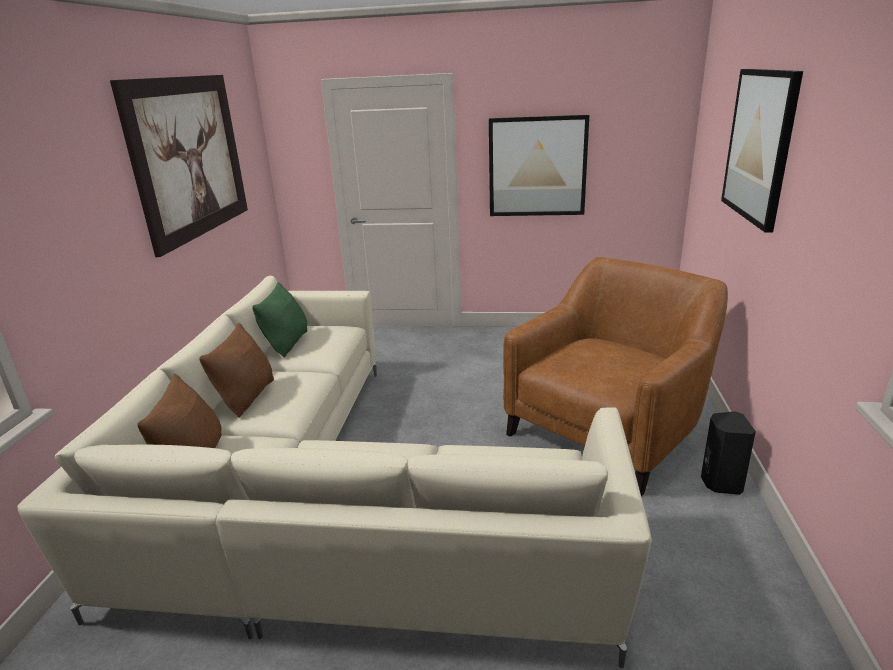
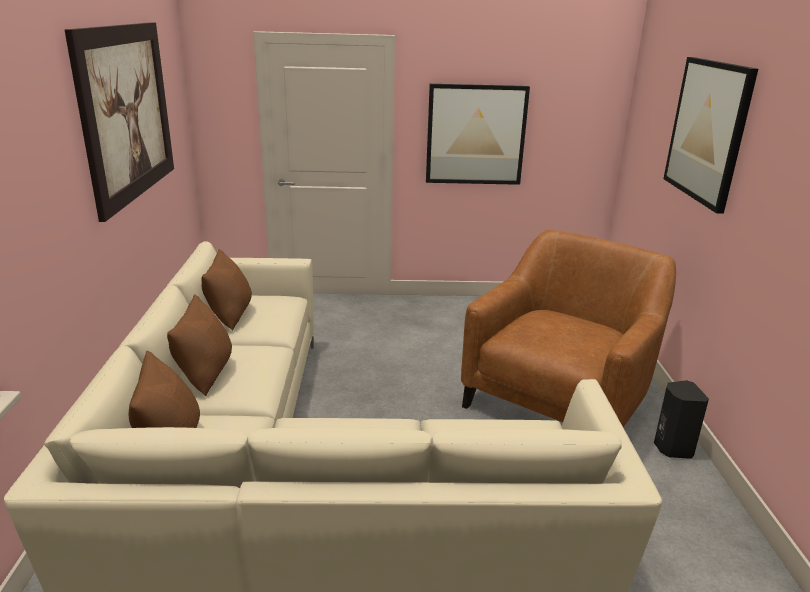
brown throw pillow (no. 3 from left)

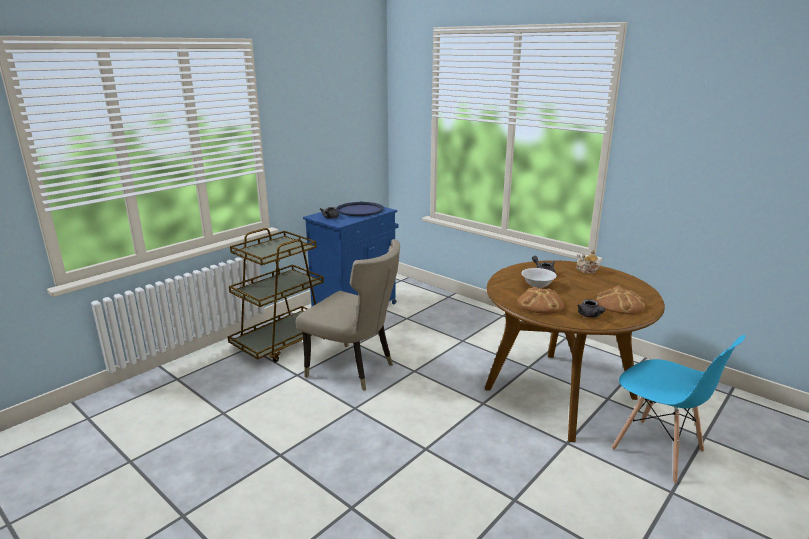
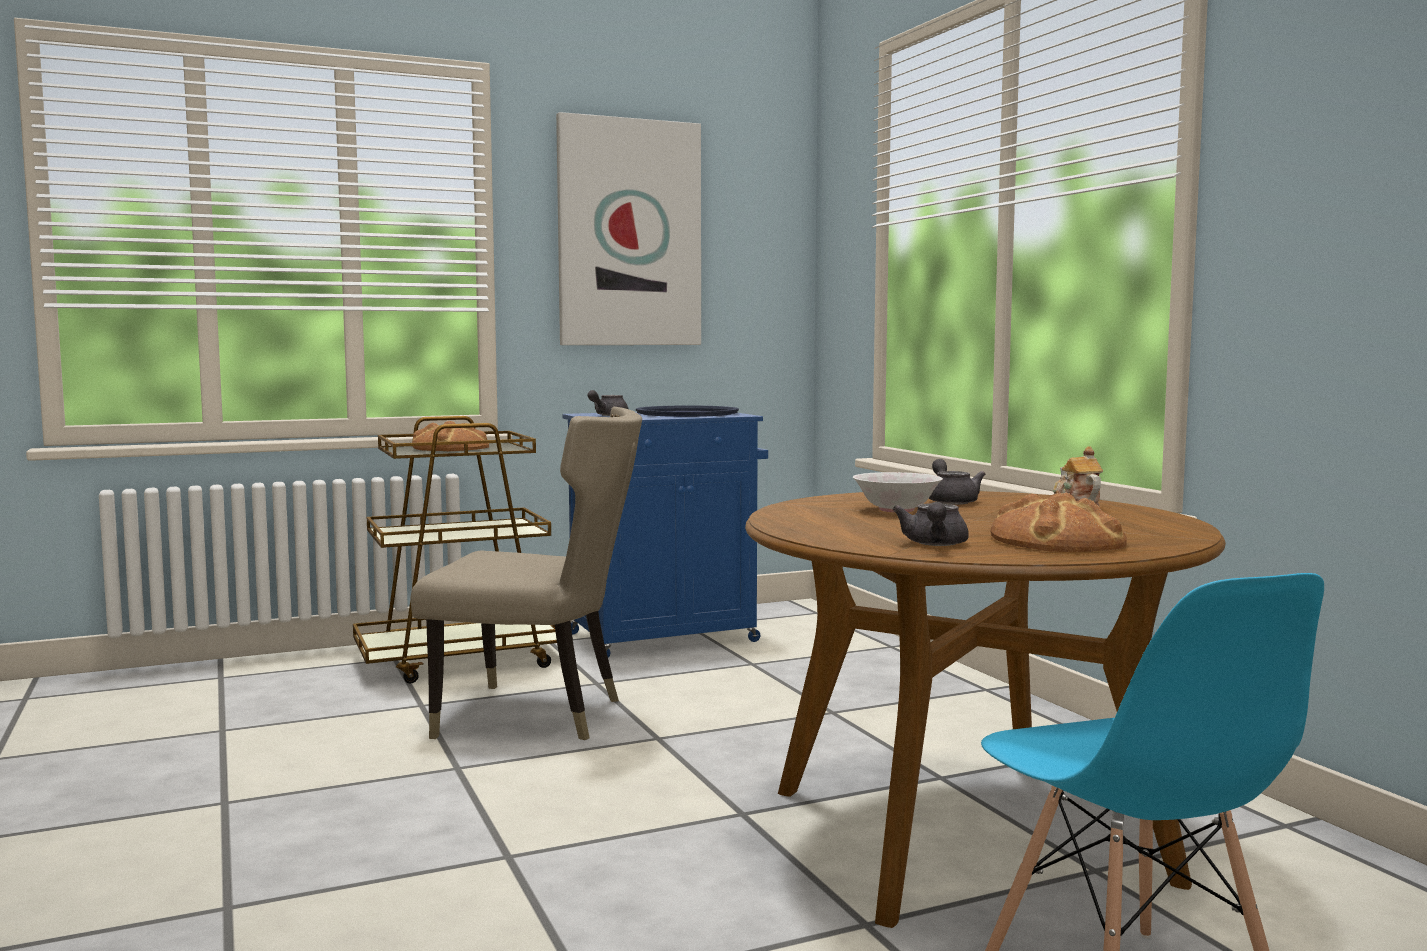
beige-coloured plain chair
bakery bread (no. 1 from left)
wall art

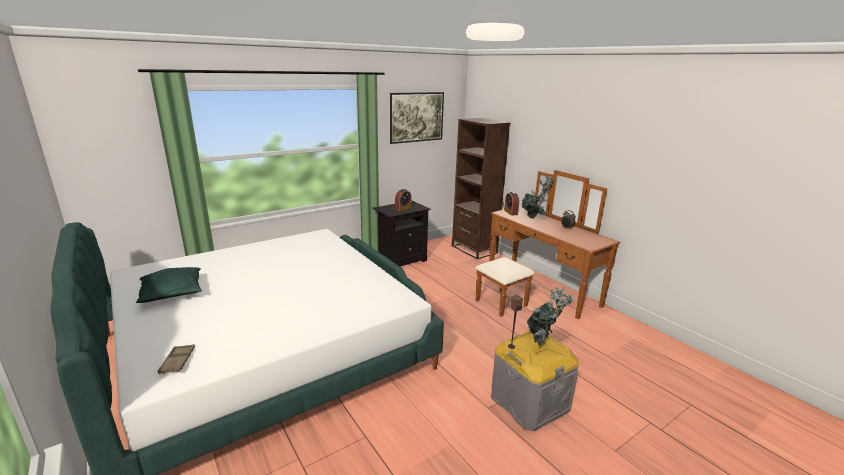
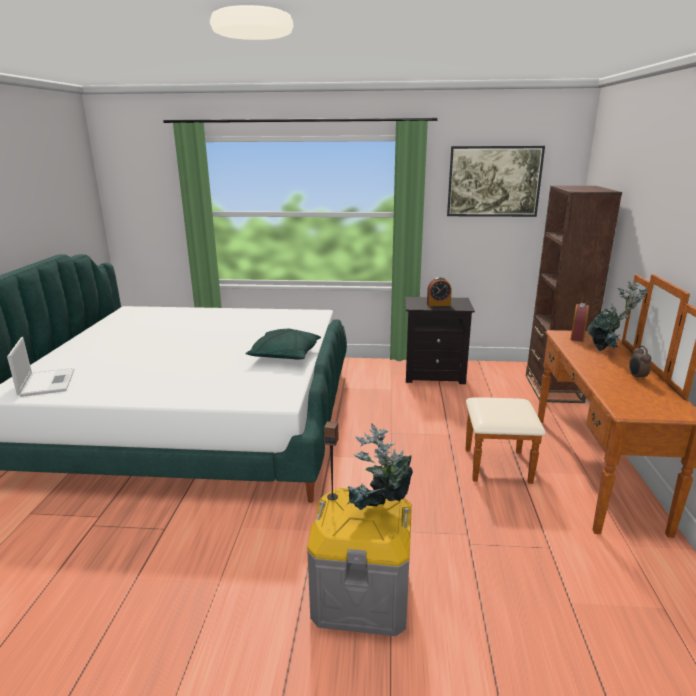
laptop
green throw pillow

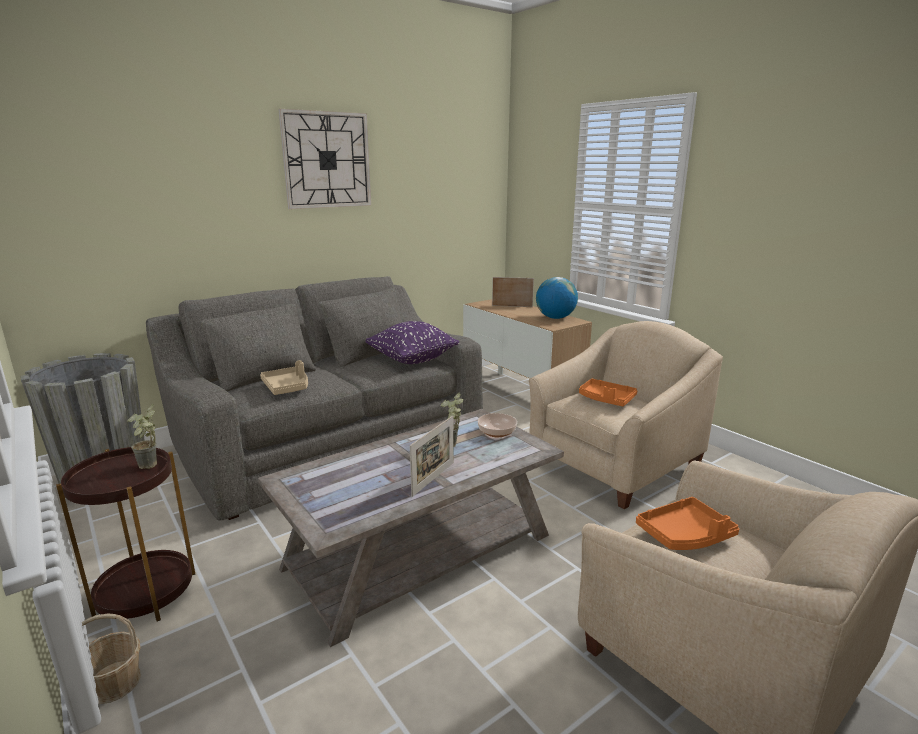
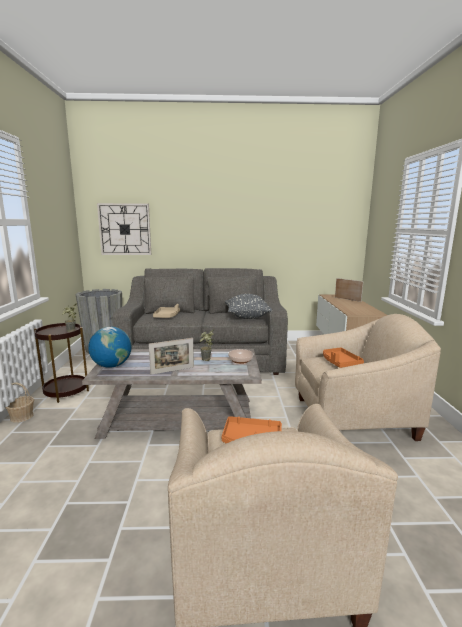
world globe
clock on the wall
gray throw pillow

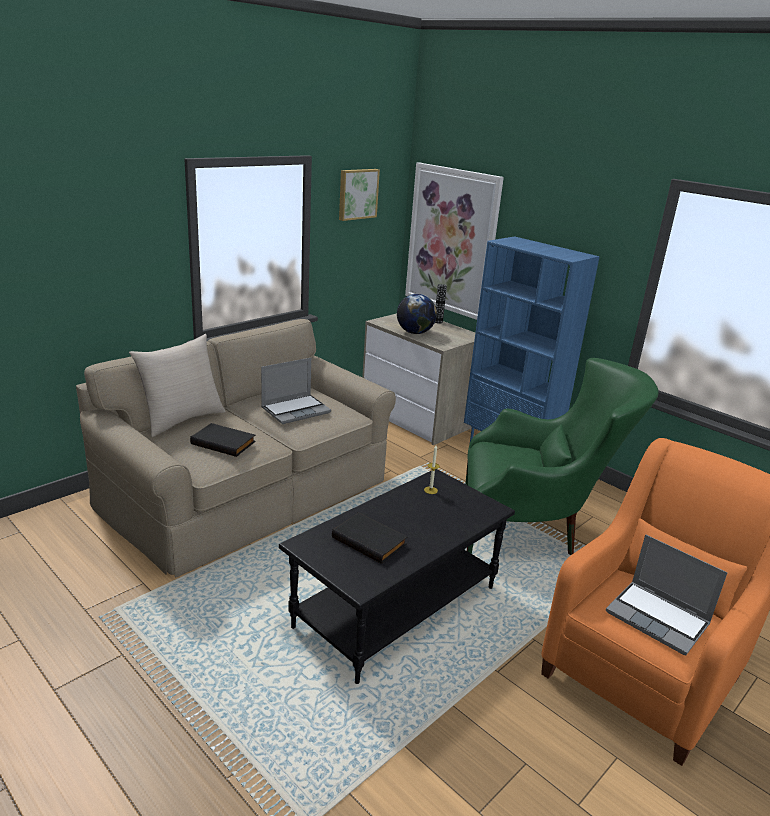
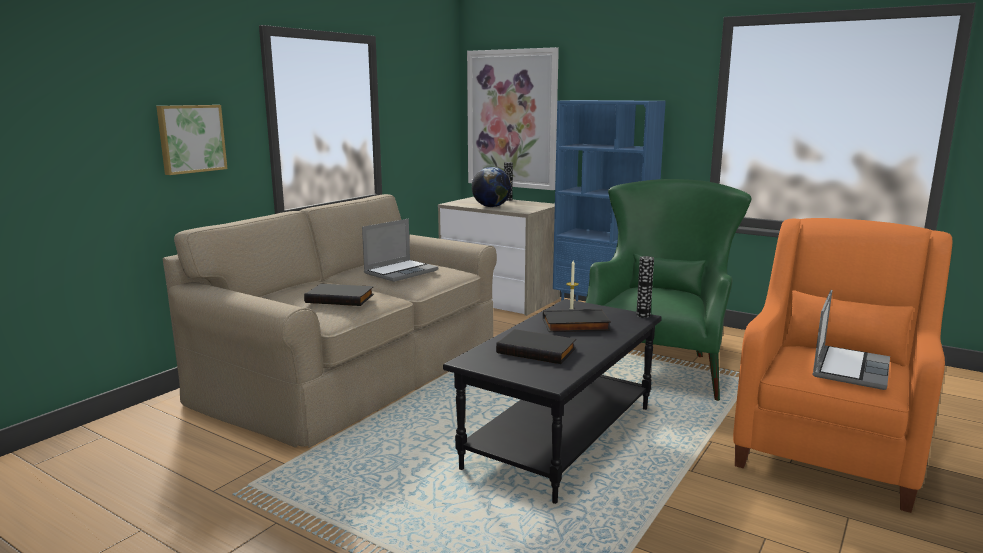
wall art (no. 1 from left)
black book (no. 3 from left)
green easy chair
flower vase (no. 2 from left)
laptop (no. 2 from left)
beige-coloured throw pillow

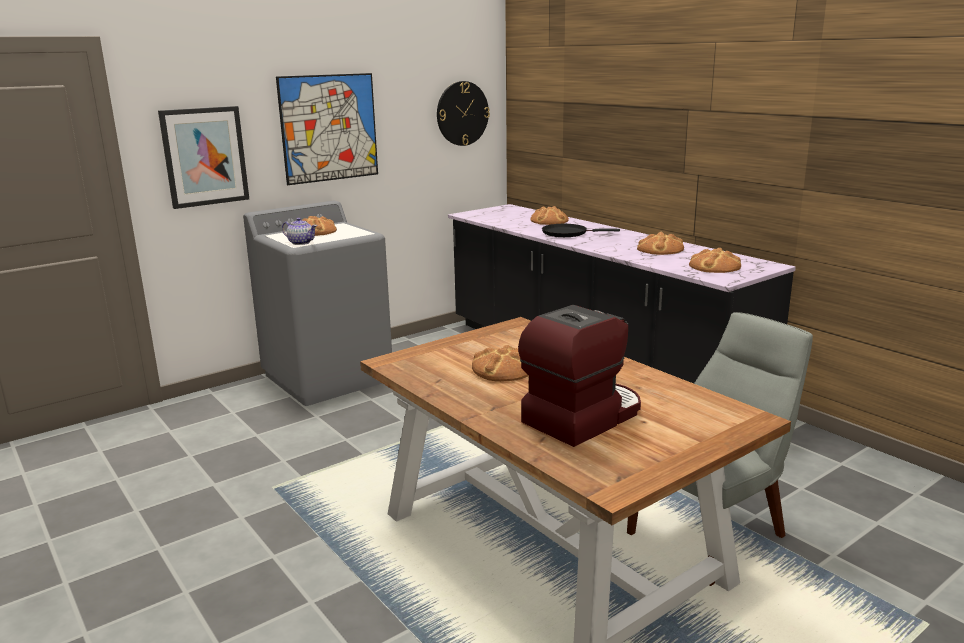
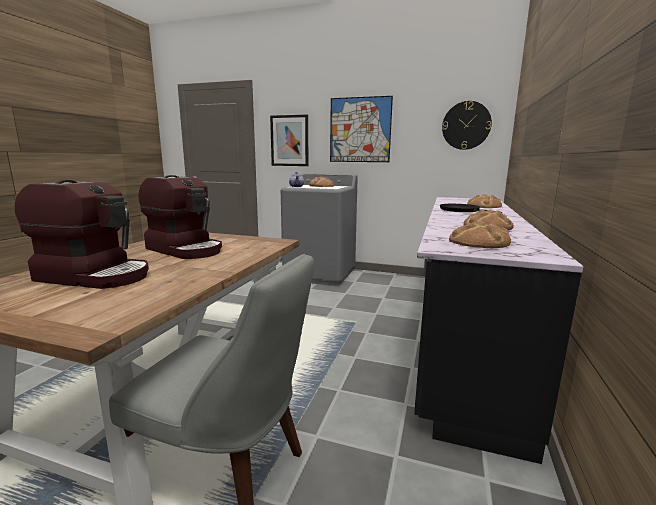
coffee machine (no. 2 from left)

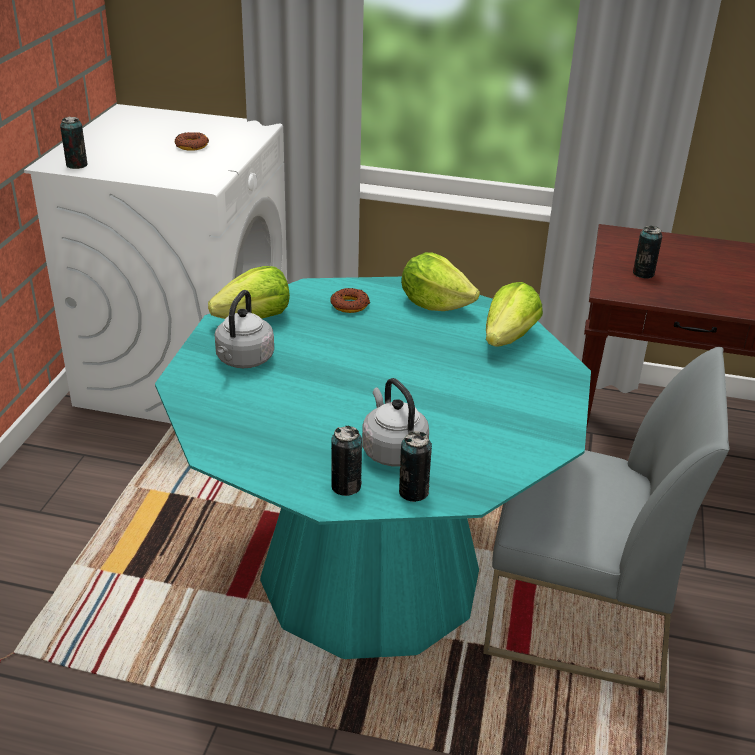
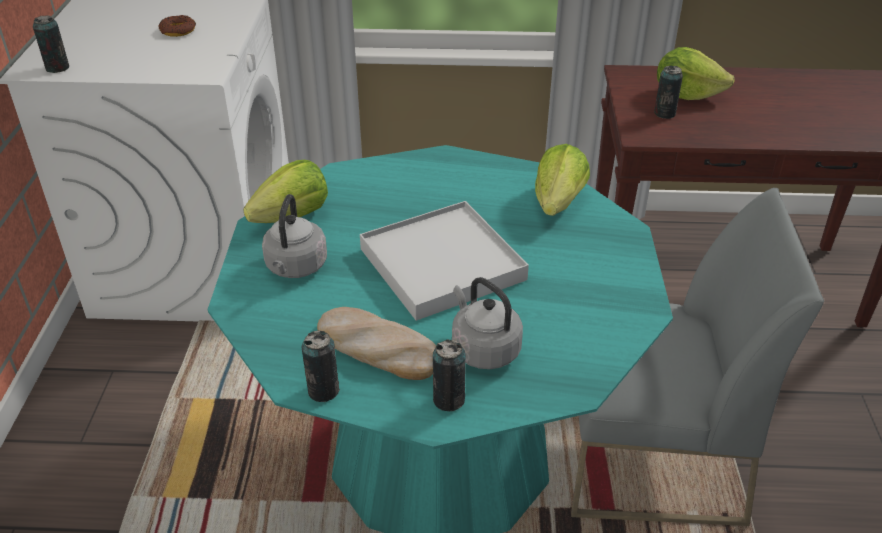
sealed can (no. 2 from left)
bakery bread
white tray
lettuce (no. 3 from left)
doughnut (no. 2 from left in the first image)

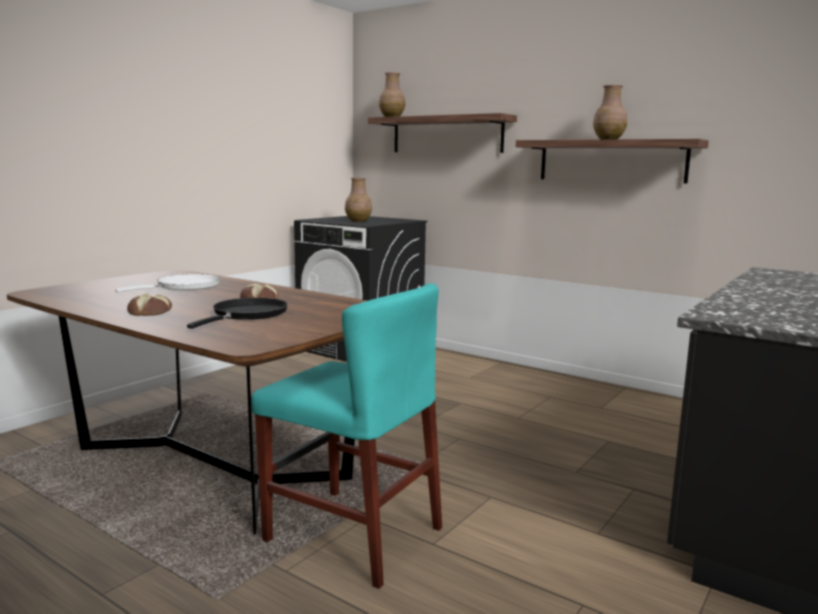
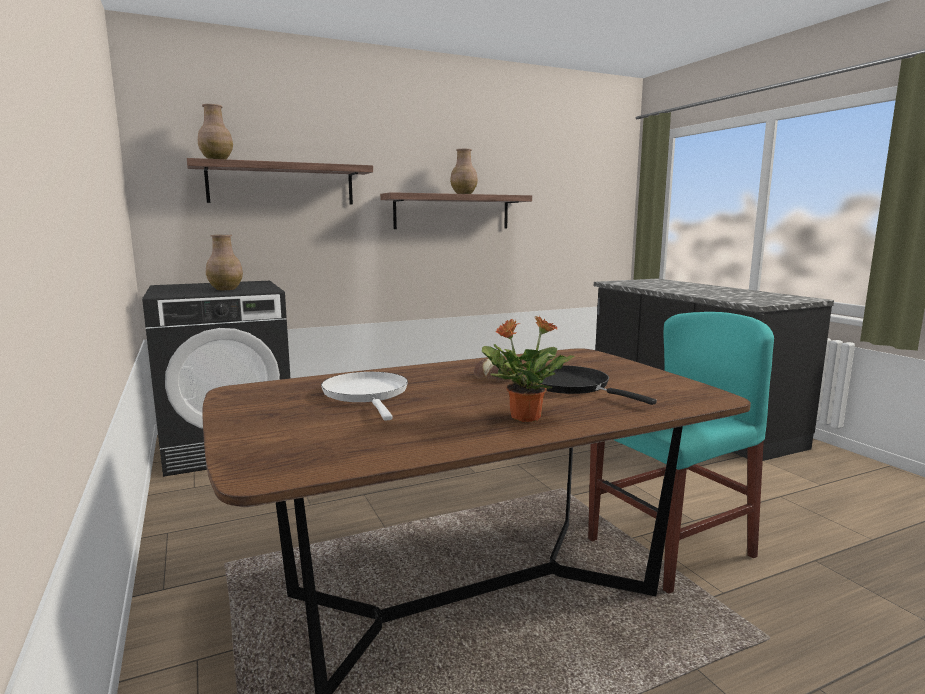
houseplant

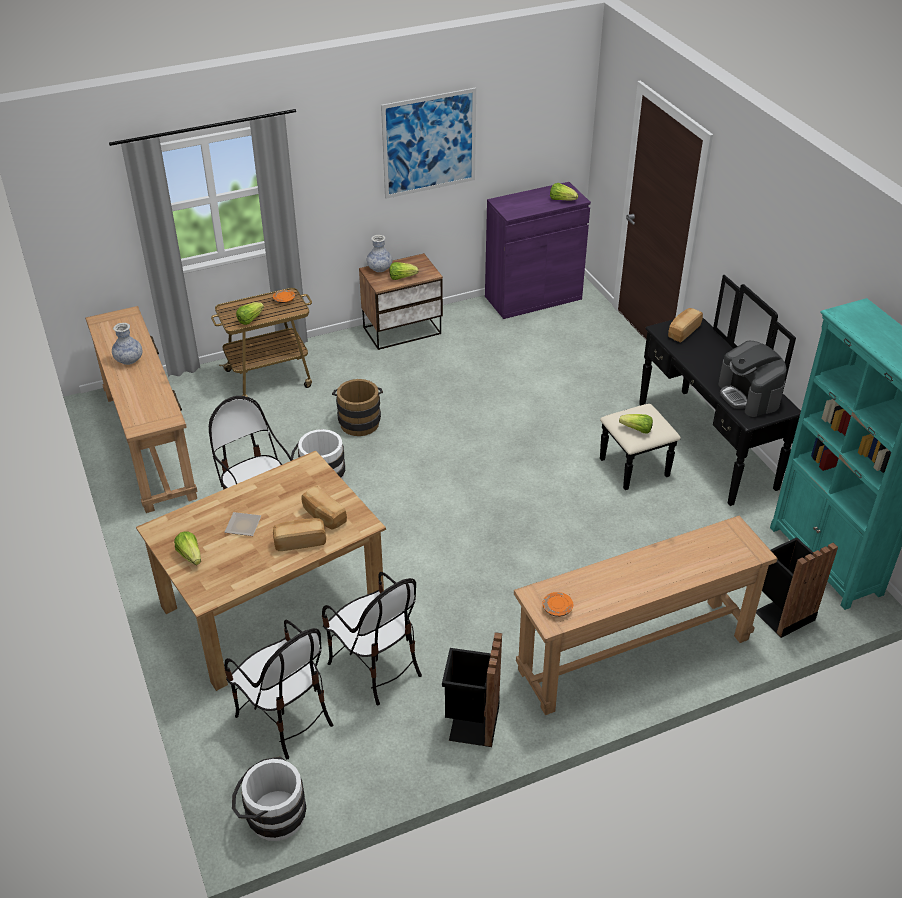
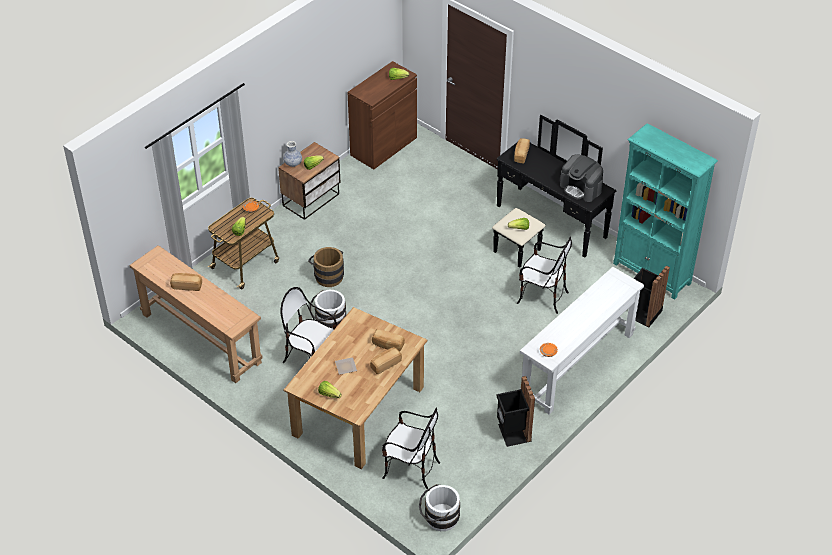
bakery bread (no. 1 from left)
brown storage cabinet
plain chair (no. 3 from left)
white console table
wall art

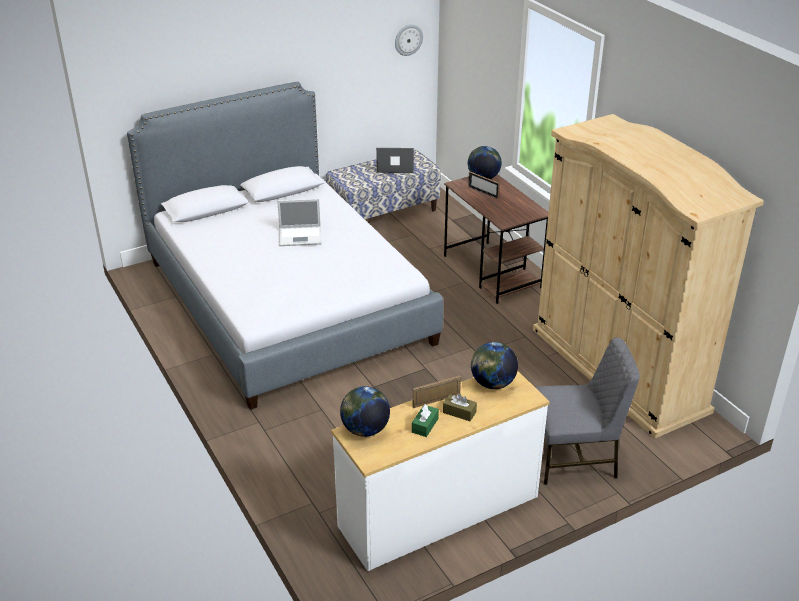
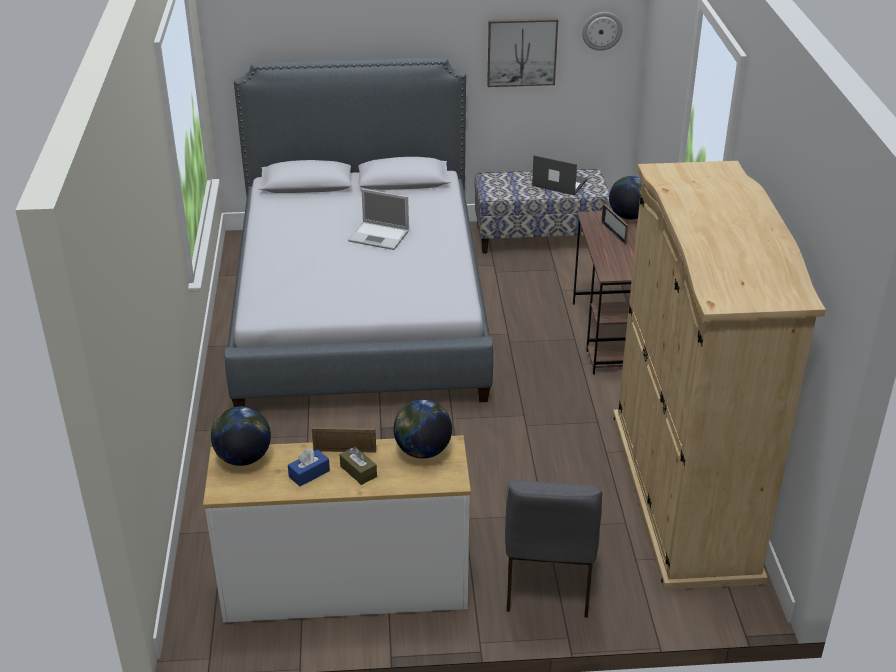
bluish box of tissues
wall art
gray plain chair

